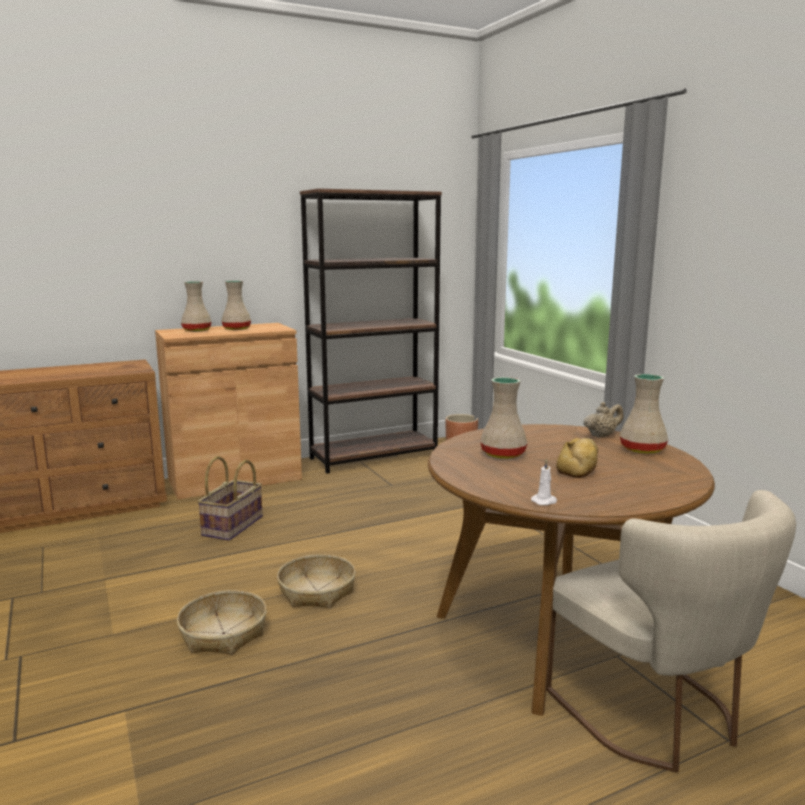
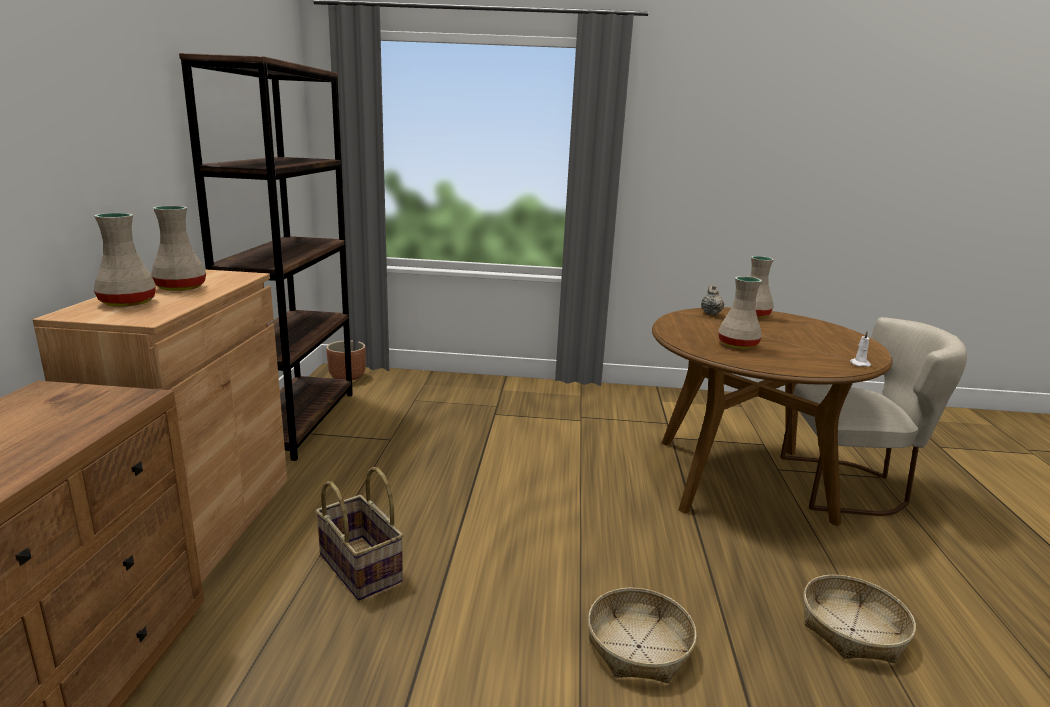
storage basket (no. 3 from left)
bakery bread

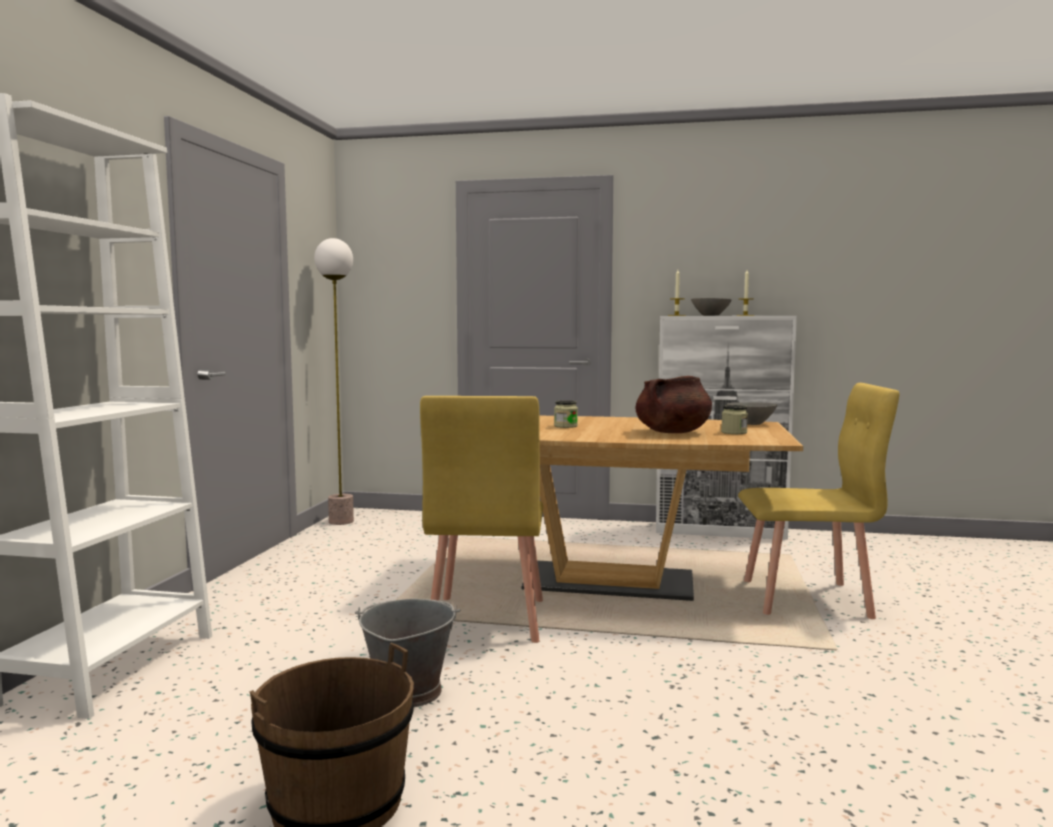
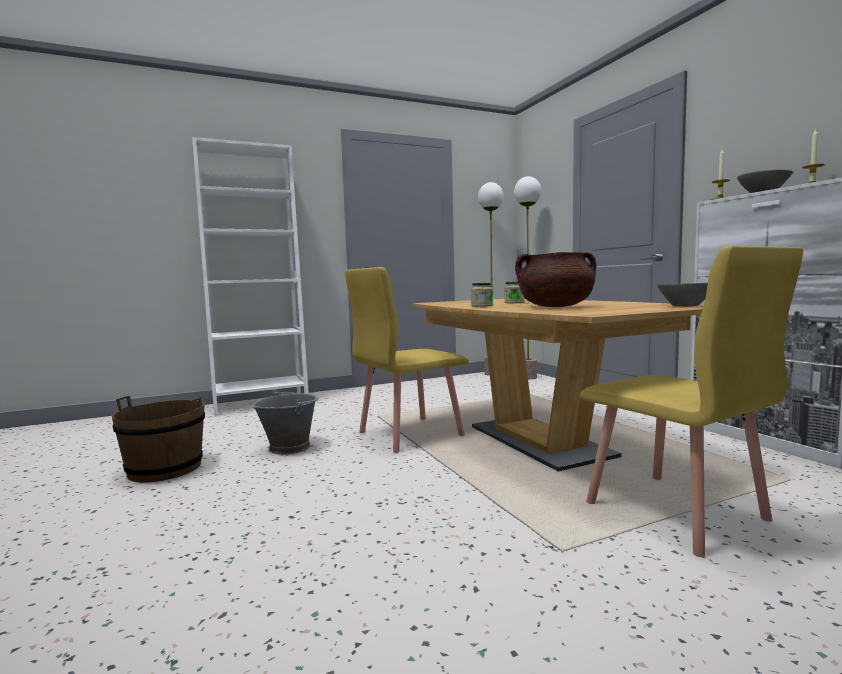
preserve jar (no. 1 from left)
floor lamp (no. 2 from left)

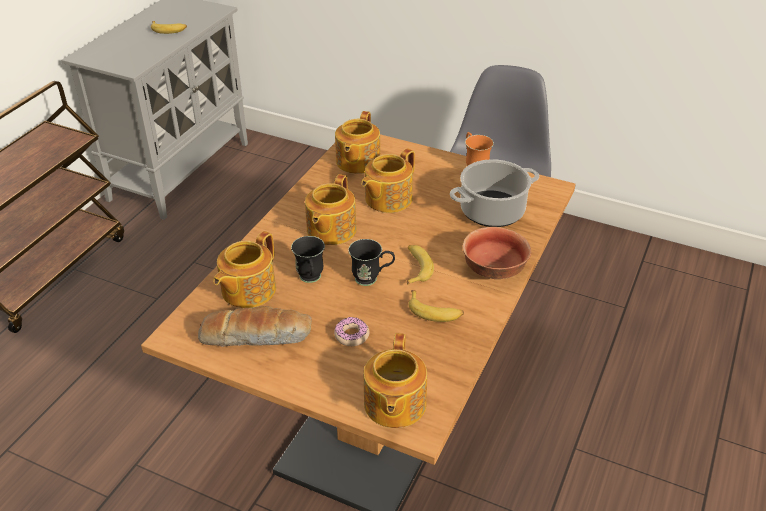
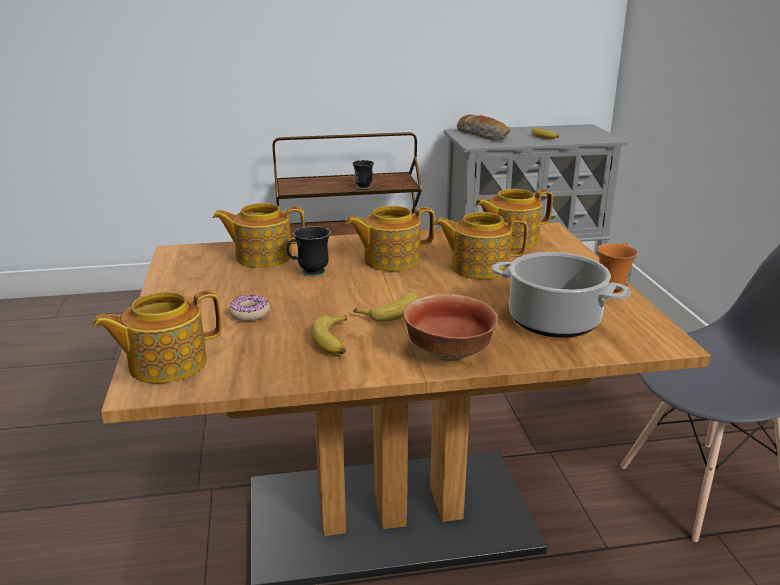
black tea mug (no. 2 from left)
bakery bread

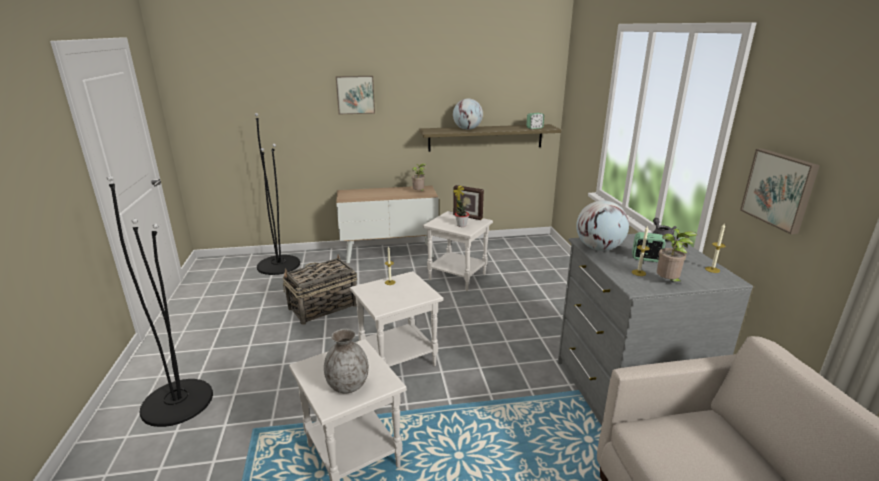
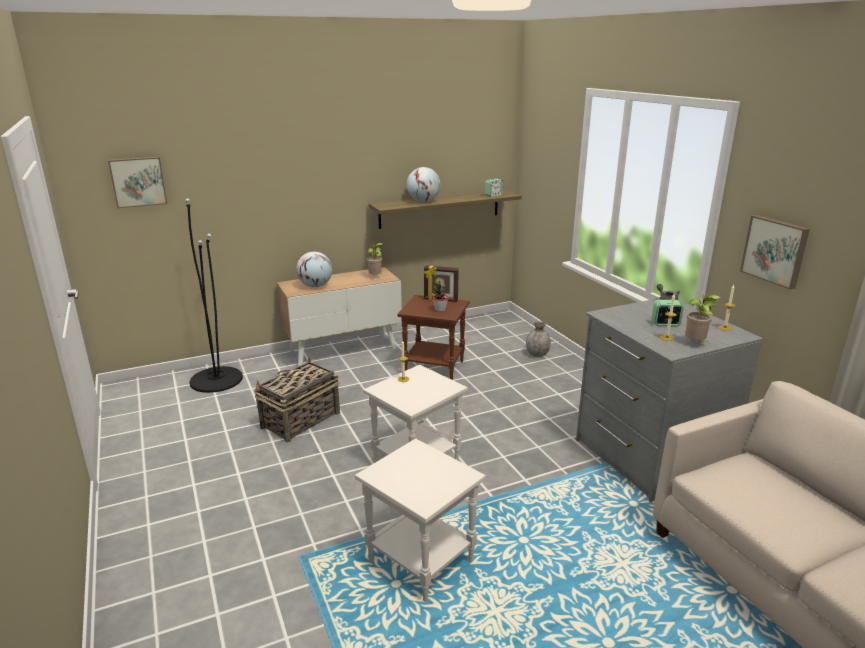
wall art (no. 1 from left)
world globe (no. 1 from left)
brown accent table
gray flower vase
black floor lamp (no. 1 from left in the first image)

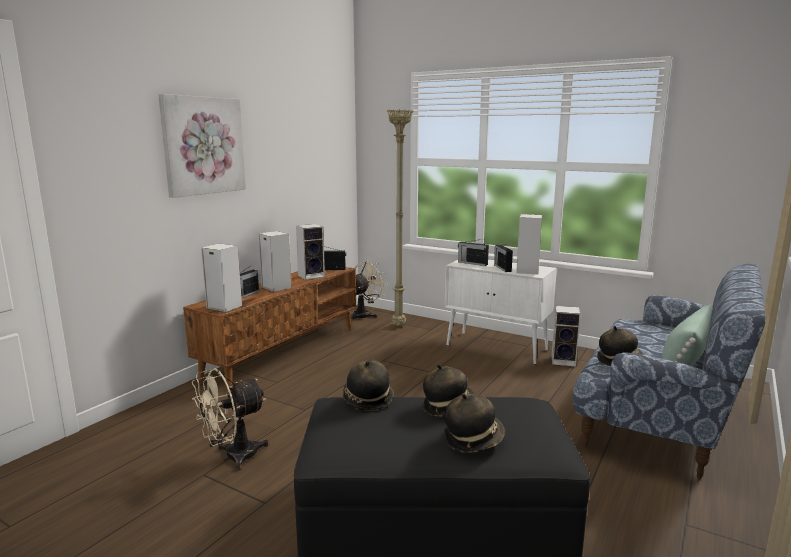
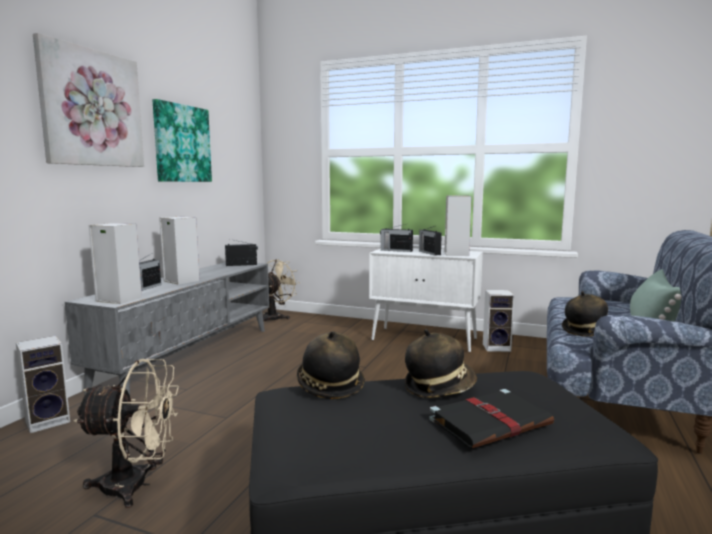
loudspeaker (no. 1 from left)
gray tv stand
beige-coloured cooling fan (no. 1 from left)
wall art (no. 2 from left)
black book
beige-coloured floor lamp

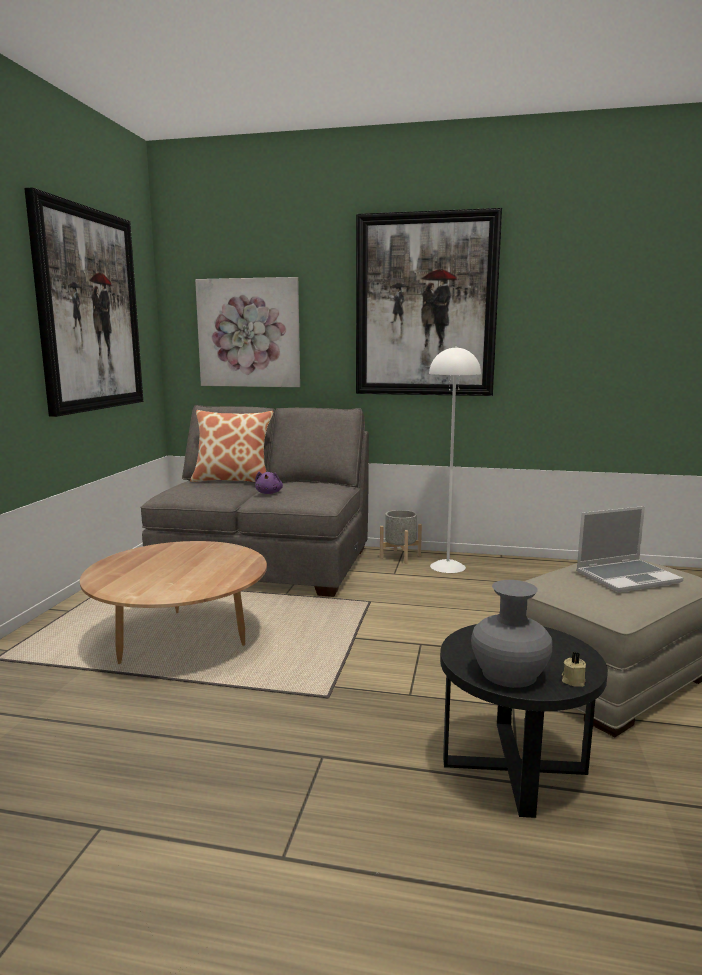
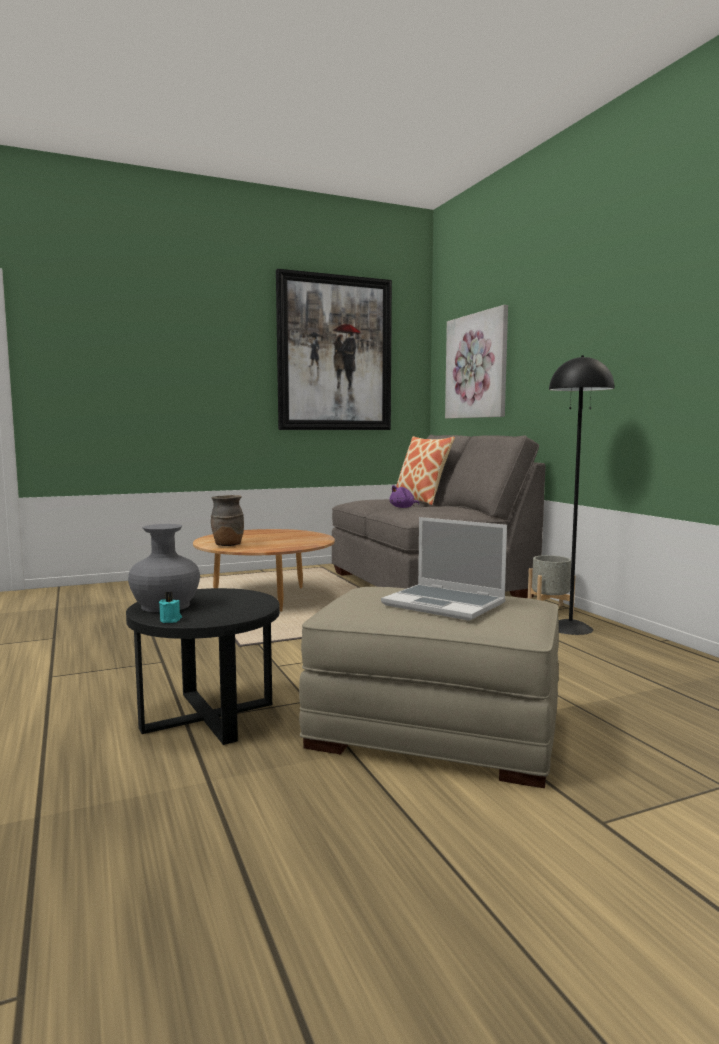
turquoise wax candle
brown flower vase
black floor lamp
wall art (no. 3 from left in the first image)

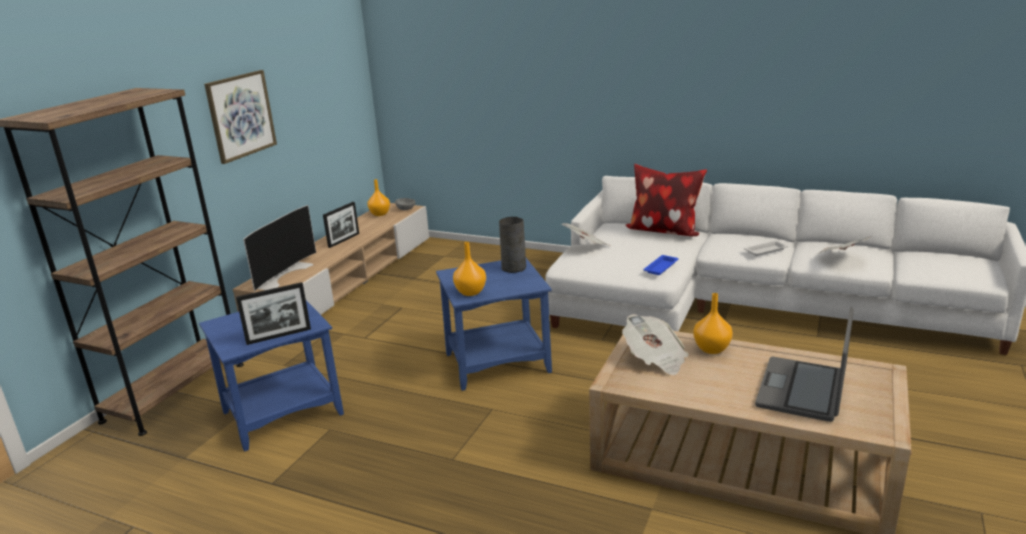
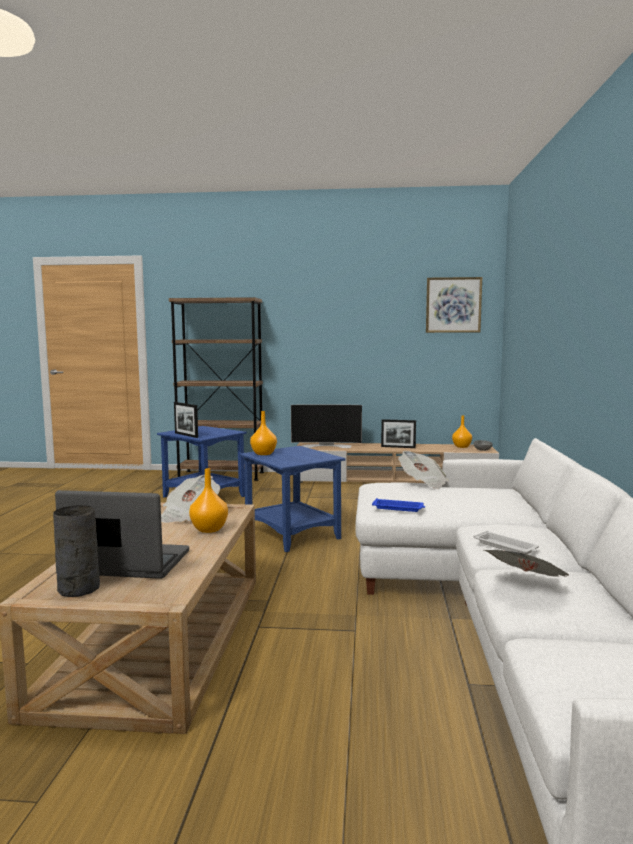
gray flower vase
wall art
throw pillow

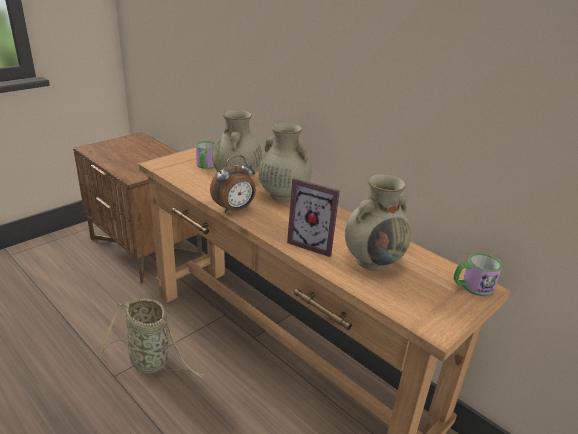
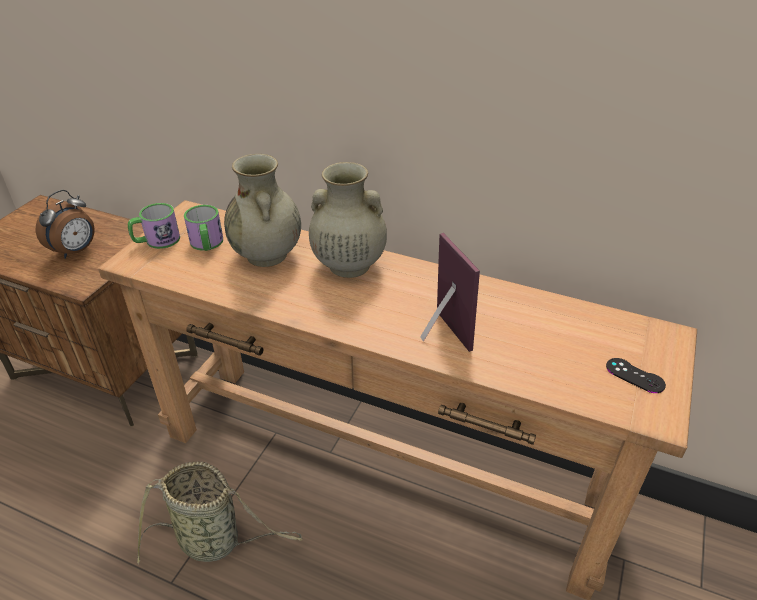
alarm clock
tea mug (no. 1 from left)
photo frame
black gamepad
beige-coloured flower vase (no. 3 from left in the first image)

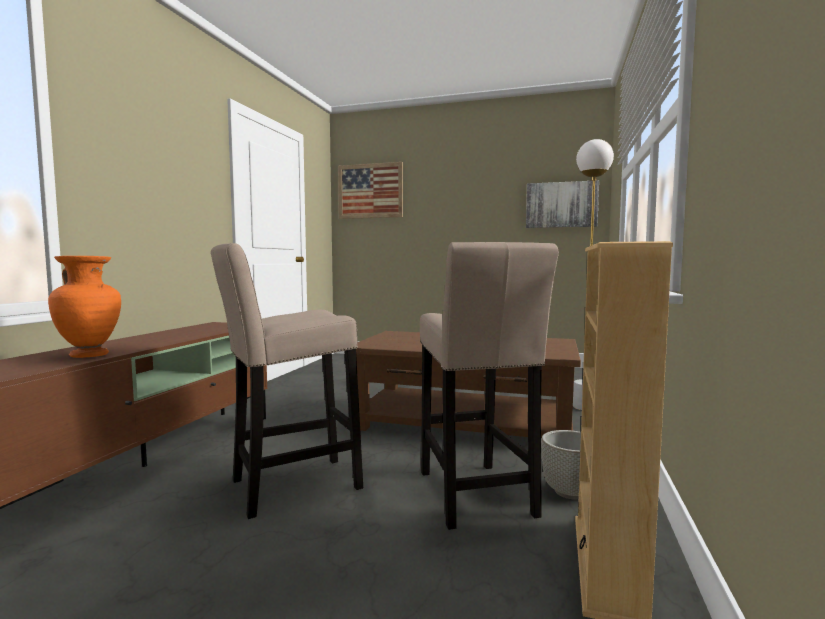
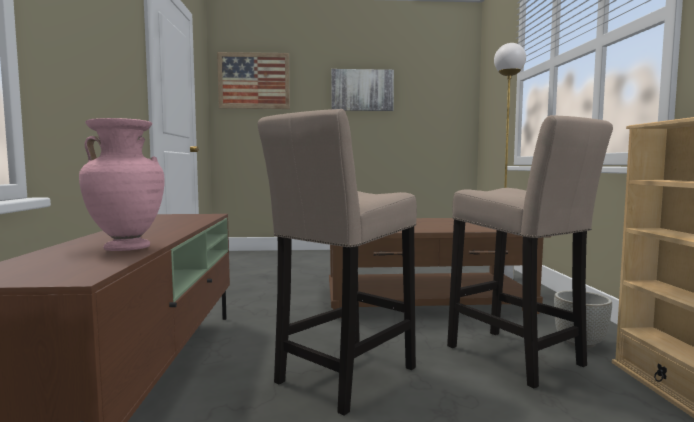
pink-coloured flower vase
wall art (no. 2 from left)

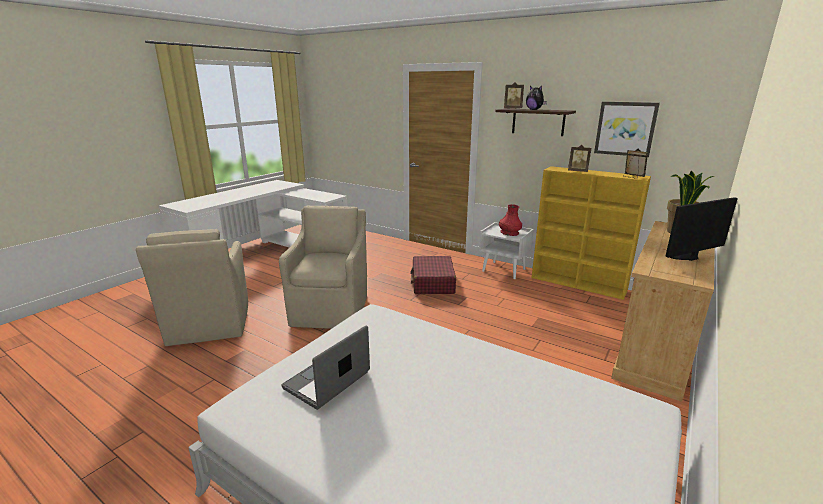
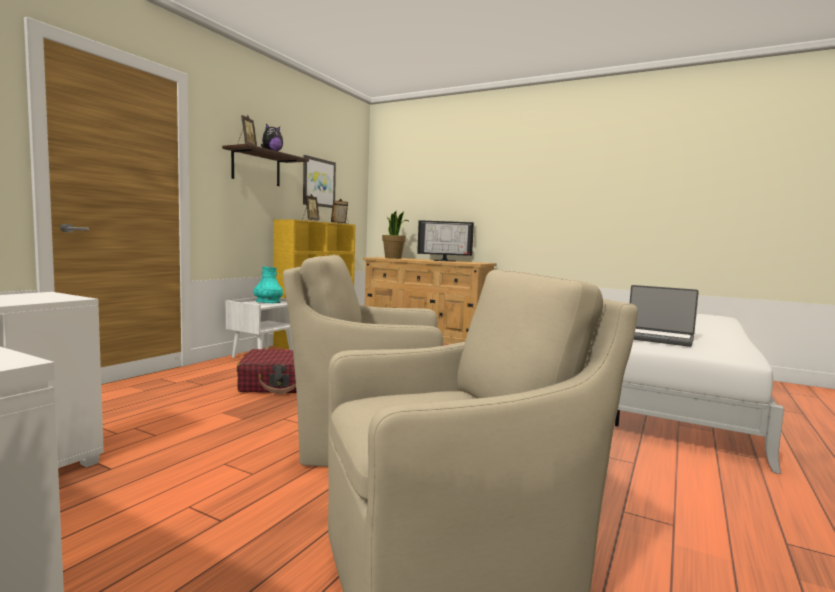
turquoise flower vase
monitor

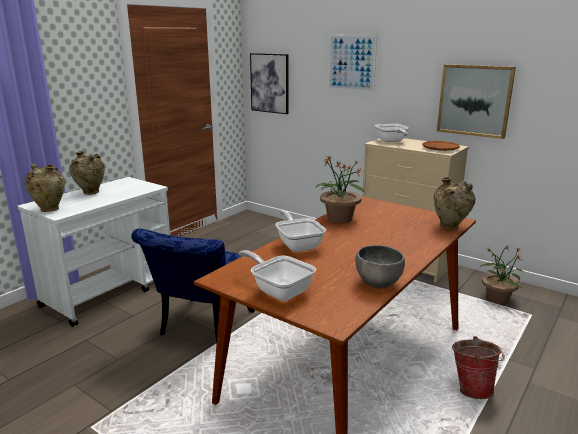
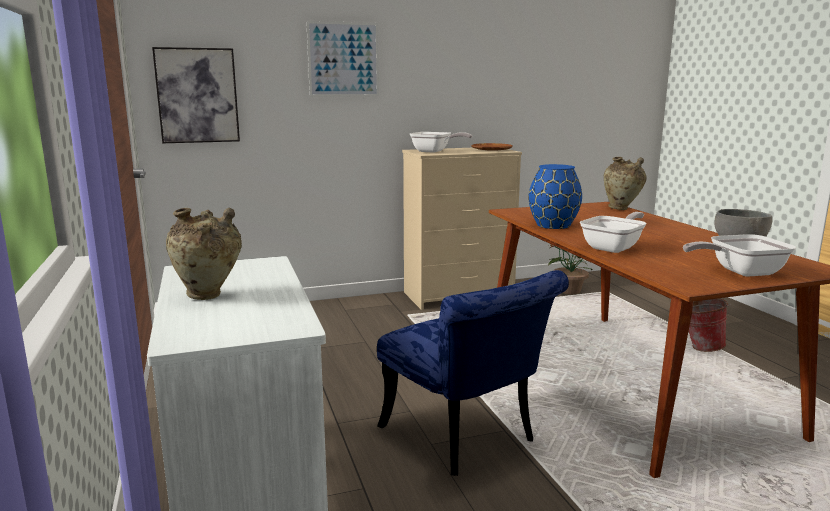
bluish flower vase
frying pan (no. 2 from left)
beige-coloured flower vase (no. 1 from left in the first image)
wall art (no. 3 from left in the first image)

